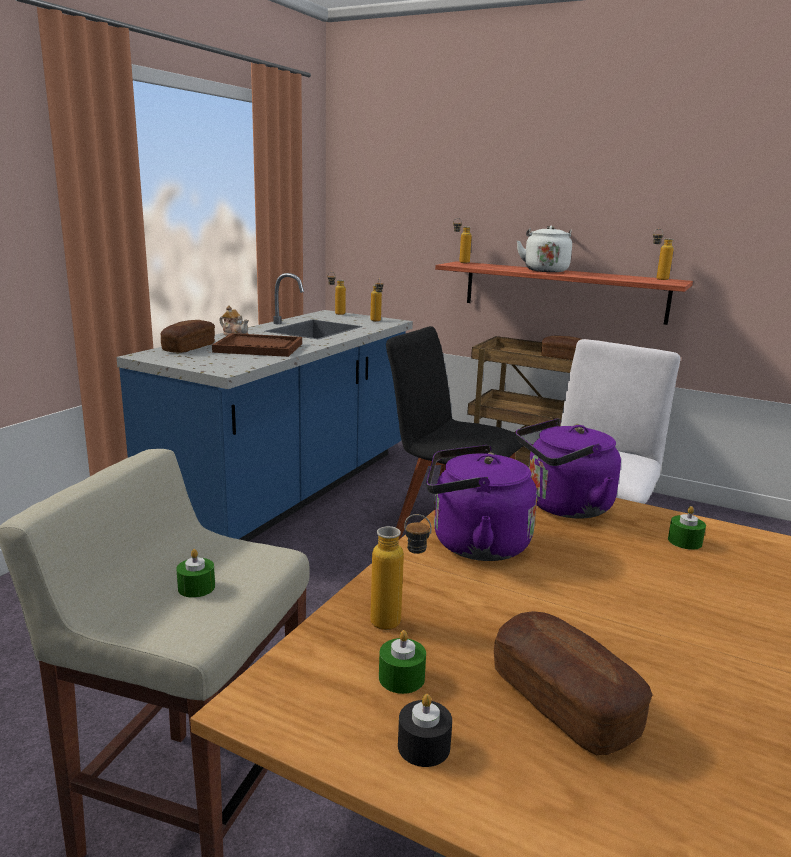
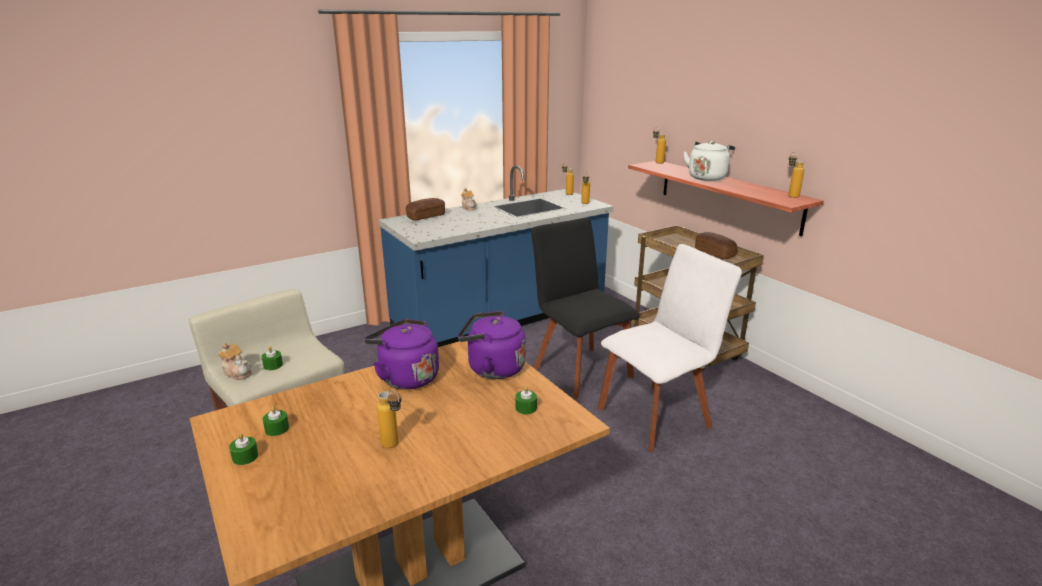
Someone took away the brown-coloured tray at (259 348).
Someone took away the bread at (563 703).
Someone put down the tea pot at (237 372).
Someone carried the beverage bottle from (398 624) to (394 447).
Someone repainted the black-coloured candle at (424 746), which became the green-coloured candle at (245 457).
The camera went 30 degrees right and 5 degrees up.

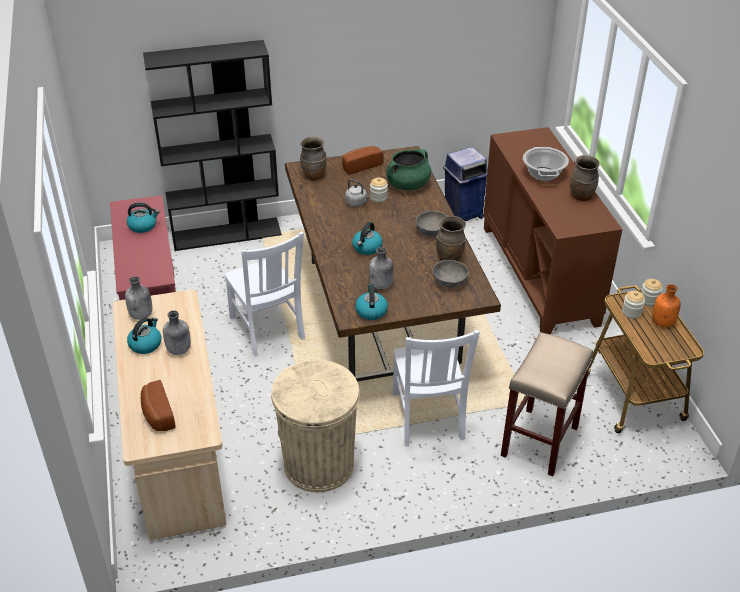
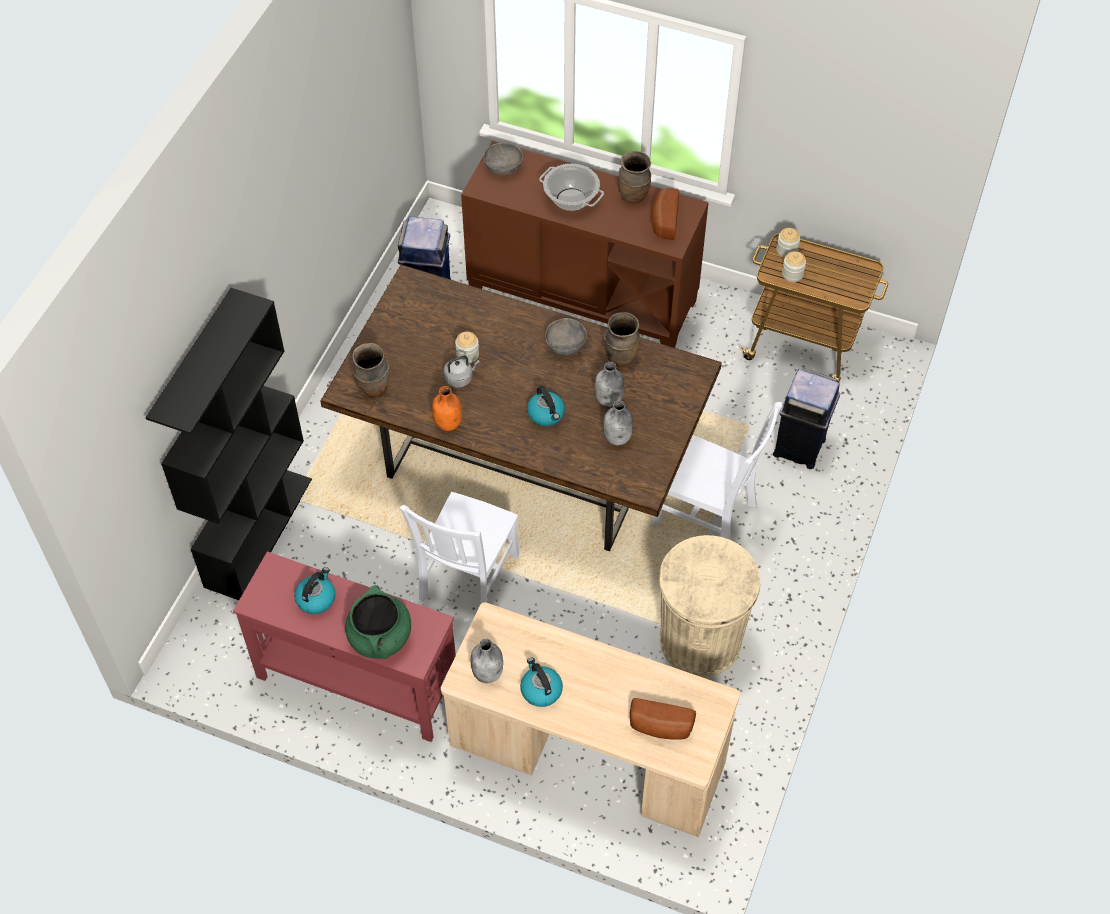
Someone took away the tea kettle at (371 311).
Someone carried the gray beverage bottle from (179 350) to (609 399).
Someone carried the bread from (360 165) to (663 221).
Someone carried the green-coloured saucepot from (408 185) to (380 637).
Someone carried the gray bowl from (449 282) to (503 167).
Someone carried the orangey beverage bottle from (663 323) to (448 423).
Someone swapped the sand-coloured sitting stool at (539 440) for the bluish trash can at (800 447).
Someone rotated the white chair at (268 330) by 105 degrees clockwise.
The camera went 55 degrees left and 15 degrees up.

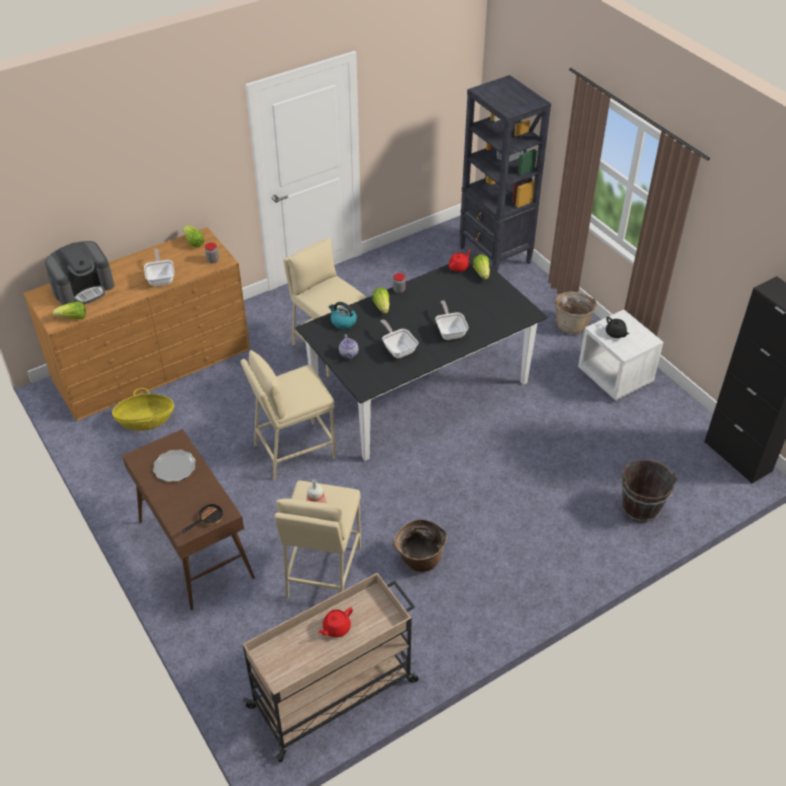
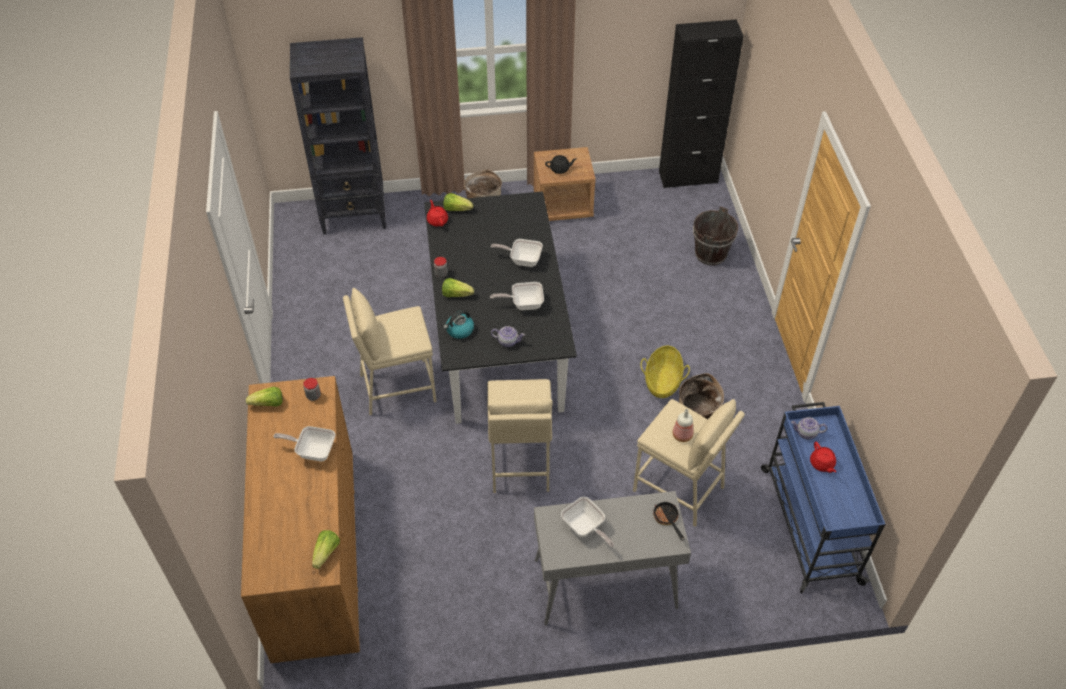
Someone took away the coffee brewer at (83 288).
Someone put down the tea pot at (806 433).
Someone carried the basket from (146 421) to (662 381).
Someone swapped the plate at (174 467) for the pan at (585 528).
Someone repainted the brown-coloured hall table at (195 549), which became the gray hall table at (604 584).
Someone repainted the sand-coloured cart at (335 693), which became the bluish cart at (809 523).
Someone repainted the white night table at (615 376), which became the brown-coloured night table at (563 205).
The camera went 65 degrees left and 5 degrees up.

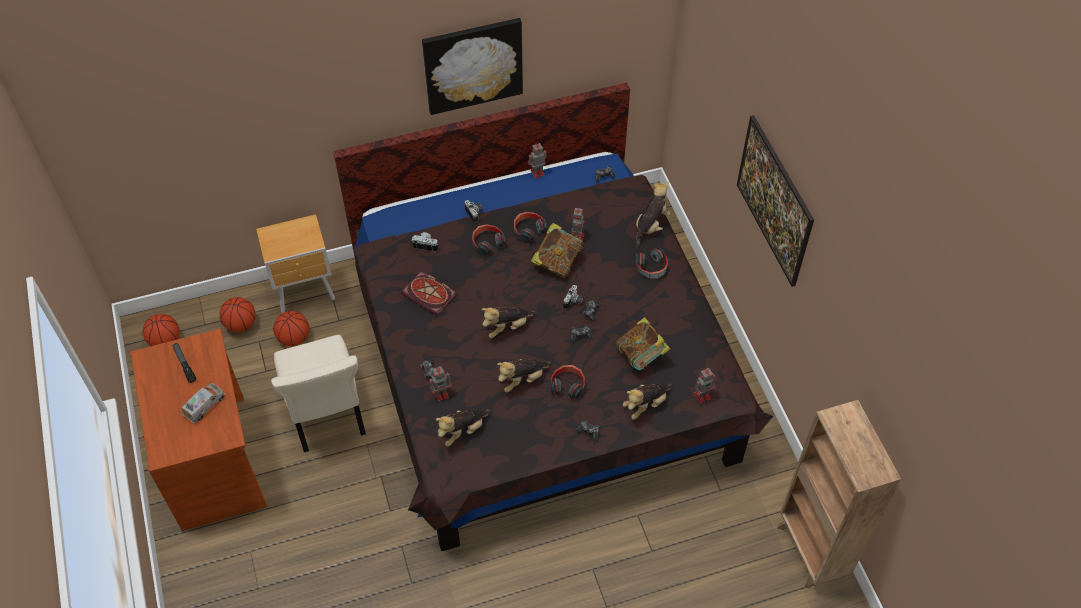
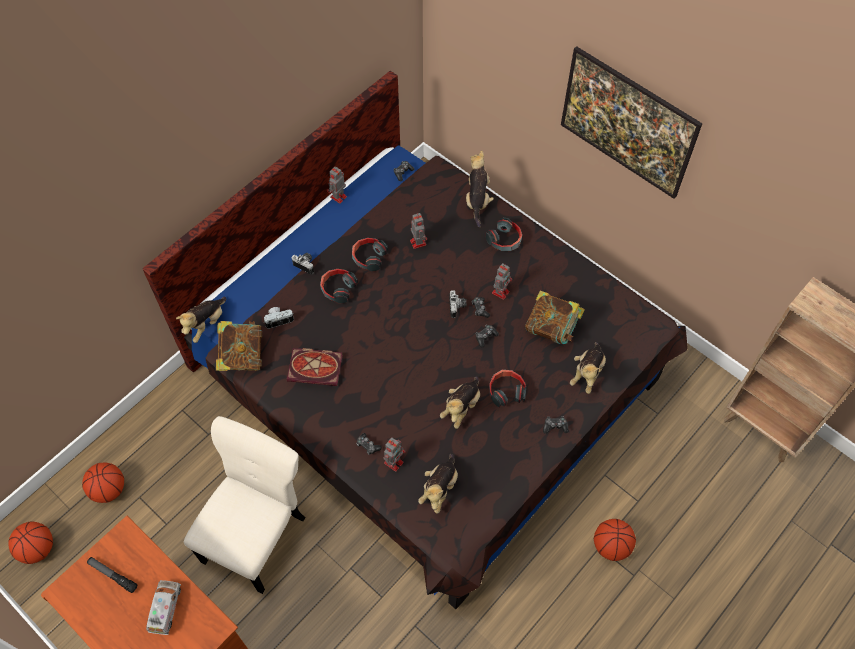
Someone took away the brown-coloured night table at (306 292).
Someone took away the wall picture at (473 65).
Someone carried the basketball ball from (294 338) to (611 546).
Someone carried the cuddly toy from (507 327) to (205 324).
Someone carried the bound book from (557 261) to (242 356).
Someone carried the model robot from (703 395) to (501 291).
Someone rotated the sand-coloured chair at (326 415) by 105 degrees counterclockwise.
The camera went 30 degrees left and 5 degrees up.

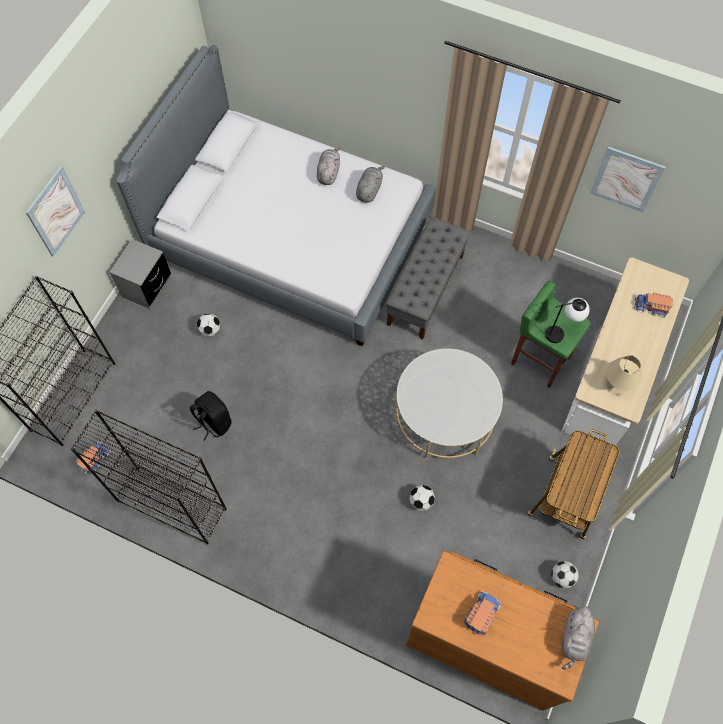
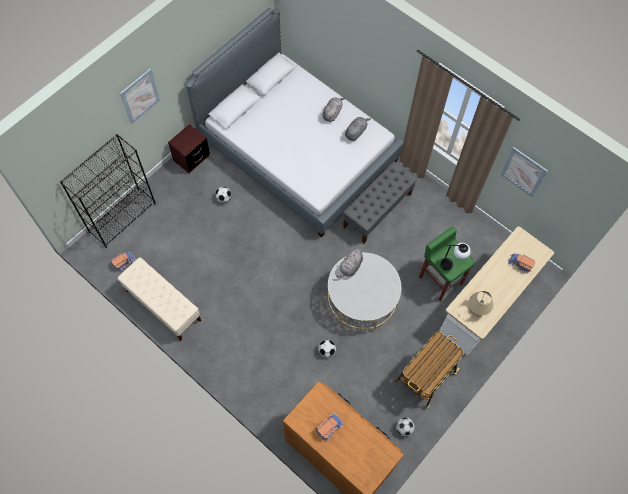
Someone took away the black-coloured knapsack at (213 422).
Someone carried the gray cuddly toy from (575 638) to (350 267).
Someone swapped the black-coloured bookshelf at (171 505) for the sand-coloured long seat at (163 305).
Someone repainted the gray night table at (147 287), which became the brown-coloured night table at (191 158).
The camera went 15 degrees right and 0 degrees up.

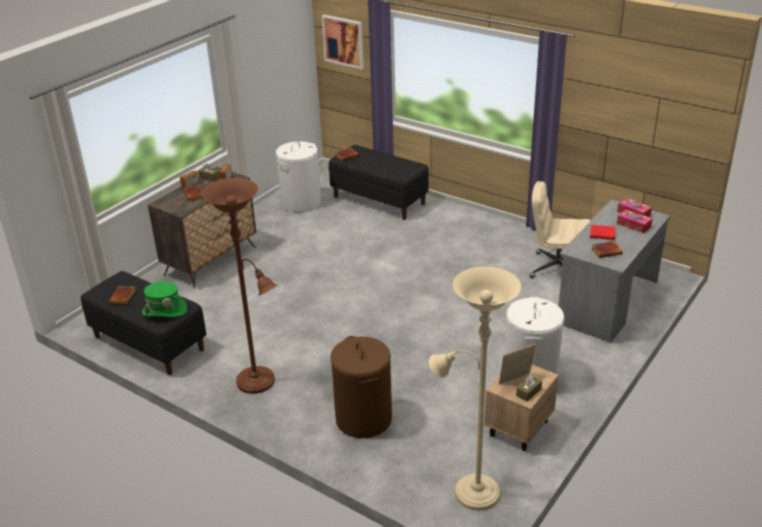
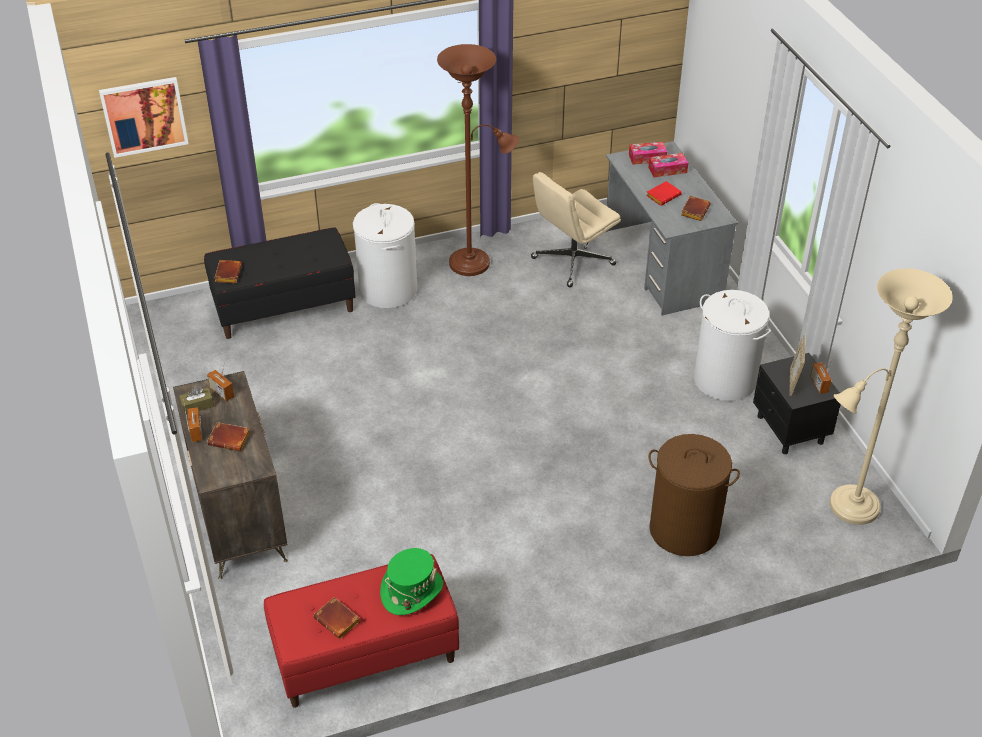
Someone carried the brown-coloured standing lamp from (259 383) to (475 262).
Someone carried the white laundry basket from (301 202) to (387 290).
Someone swapped the brown-coloured tissue box at (528 392) for the radio receiver at (819 384).
Someone repainted the black-coloured long seat at (148 343), which became the red long seat at (365 656).
Someone repainted the sand-coloured night table at (518 428), which became the black-coloured night table at (790 430).
The camera went 55 degrees left and 10 degrees up.

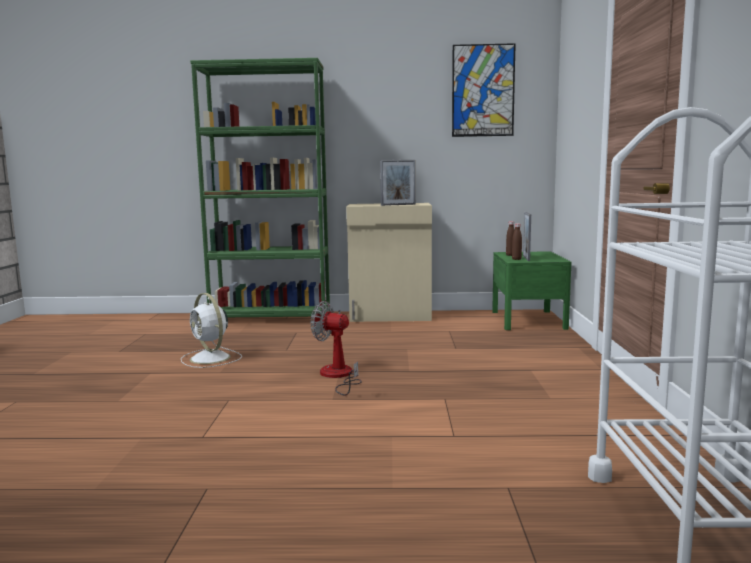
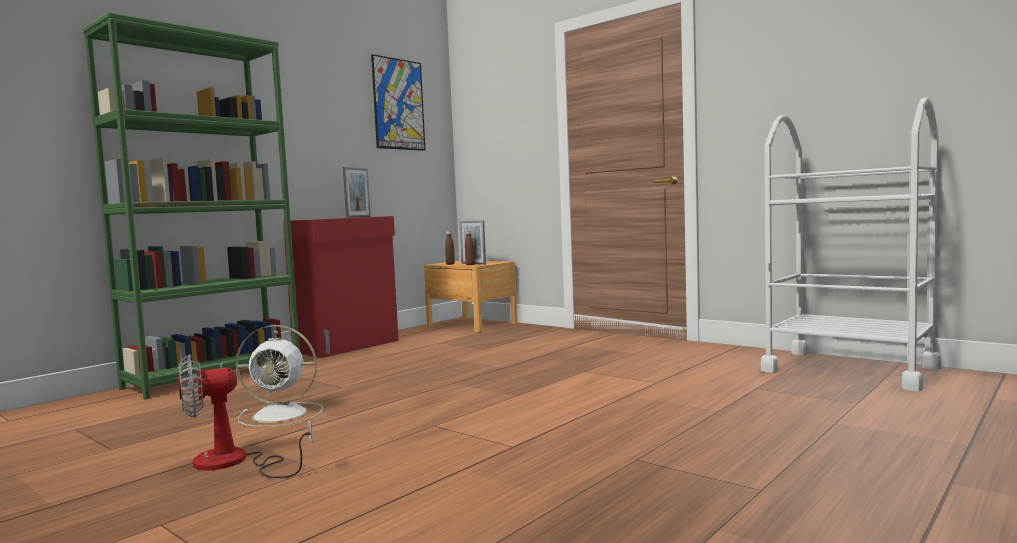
Someone carried the electric fan from (338 376) to (234 463).
Someone repainted the sand-coloured cabinet at (391 316), which became the red cabinet at (348 346).
Someone repainted the green-coloured night table at (528 320), which became the brown-coloured night table at (472 324).
The camera went 50 degrees left and 5 degrees down.

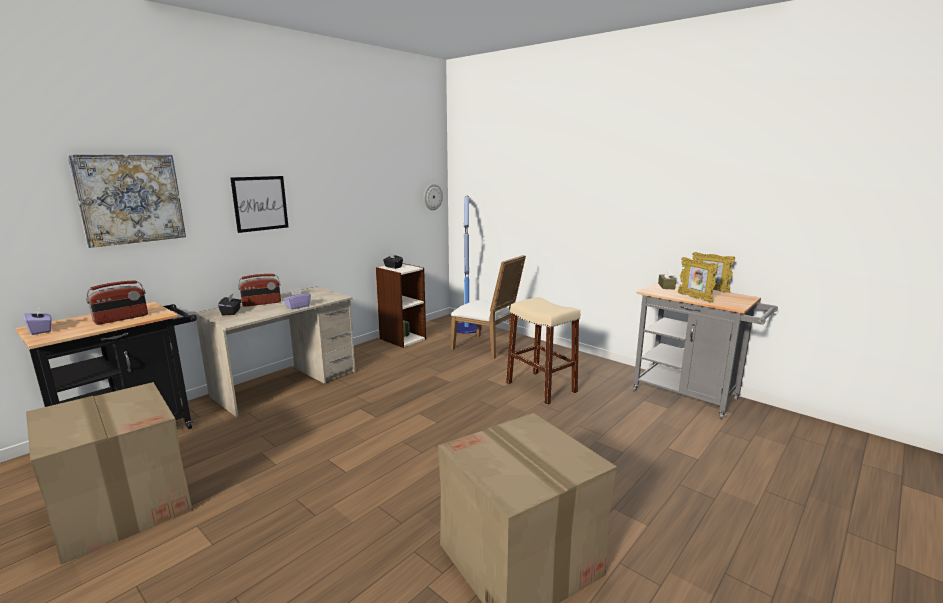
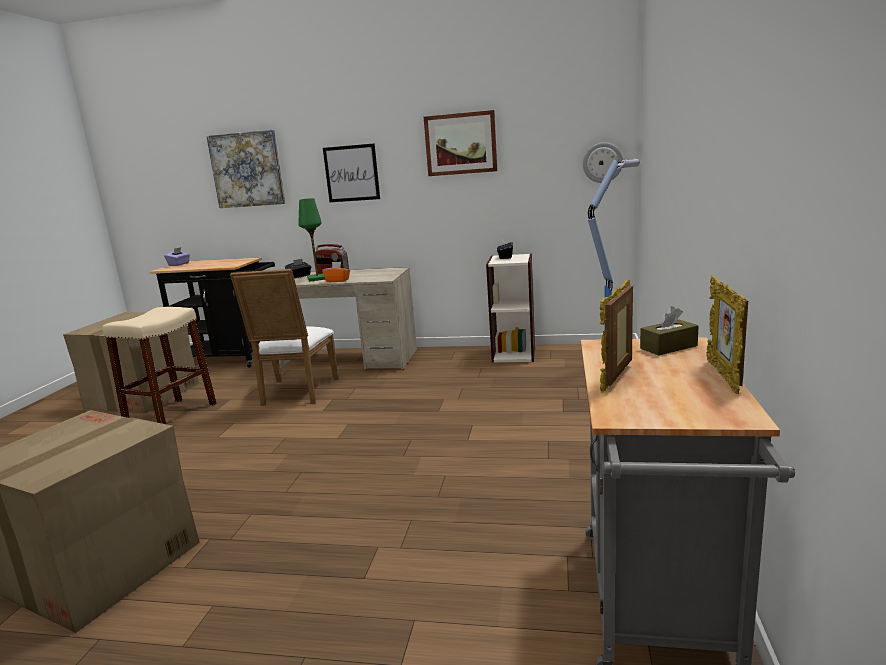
Someone took away the radio receiver at (121 319).
Someone put down the green-coloured lamp for a table at (317 278).
Someone put up the wall picture at (460 144).
Someone carried the white chair from (487 348) to (296 393).
Someone carried the sand-coloured sitting stool from (541 387) to (172 416).
Someone repainted the purplish tissue box at (298 306), which became the orangey tissue box at (337 280).
The camera went 60 degrees right and 0 degrees up.

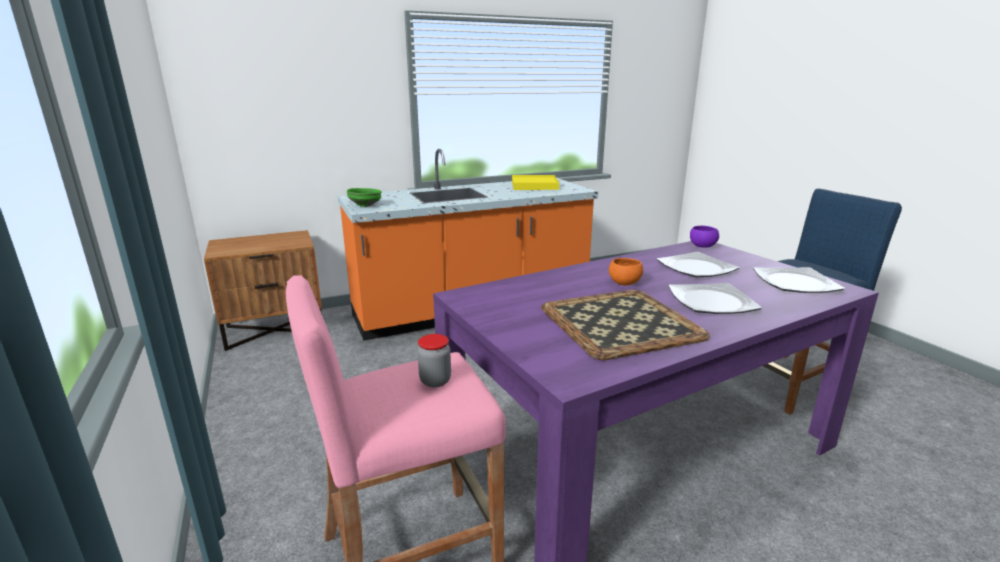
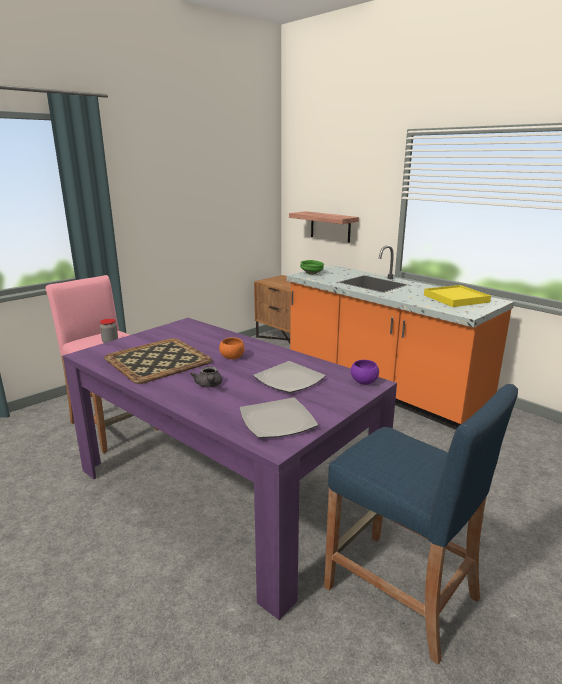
Someone put up the shelf at (330 226).
Someone swapped the plate at (712 301) for the gray tea pot at (209 385).
The camera went 70 degrees right and 0 degrees up.

